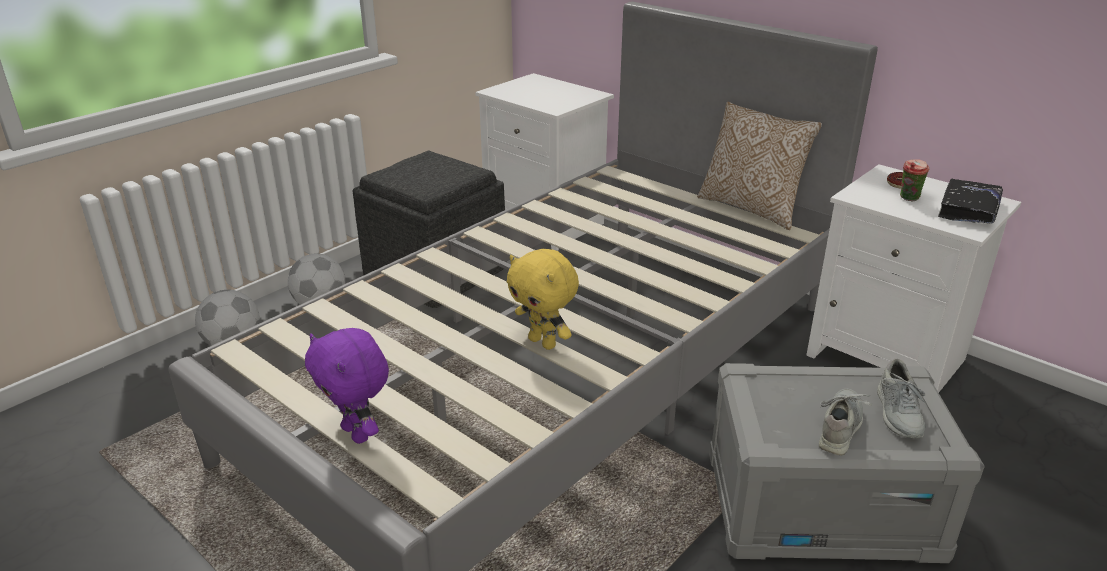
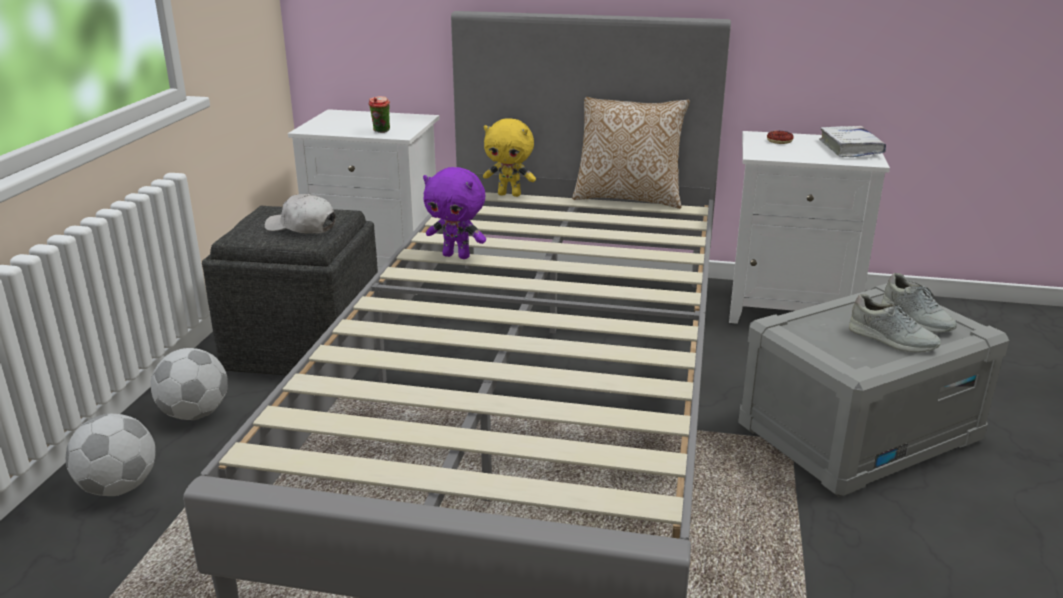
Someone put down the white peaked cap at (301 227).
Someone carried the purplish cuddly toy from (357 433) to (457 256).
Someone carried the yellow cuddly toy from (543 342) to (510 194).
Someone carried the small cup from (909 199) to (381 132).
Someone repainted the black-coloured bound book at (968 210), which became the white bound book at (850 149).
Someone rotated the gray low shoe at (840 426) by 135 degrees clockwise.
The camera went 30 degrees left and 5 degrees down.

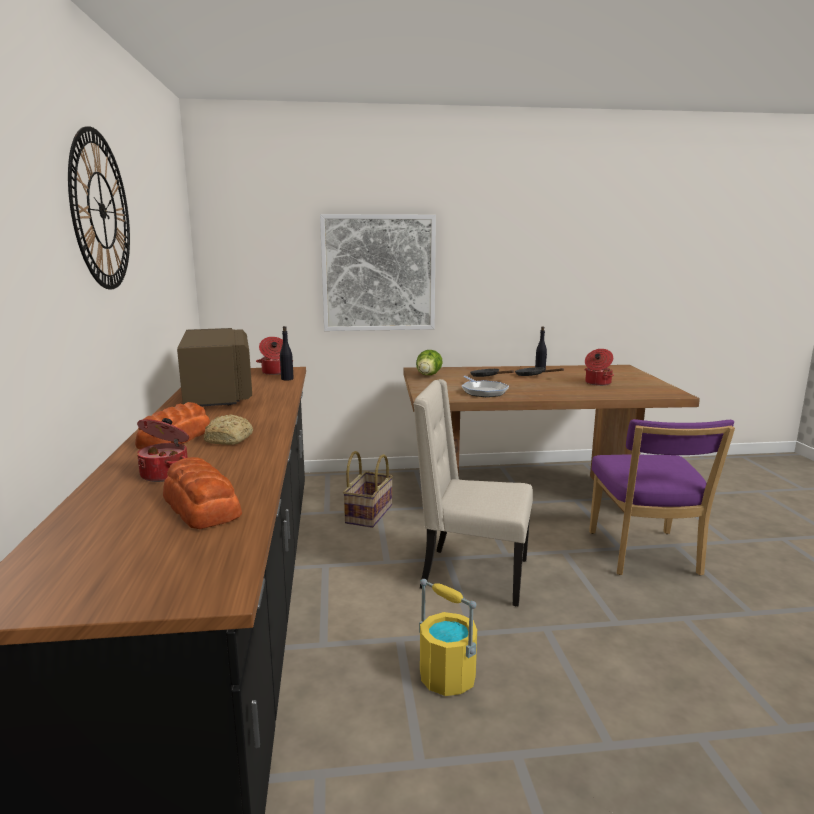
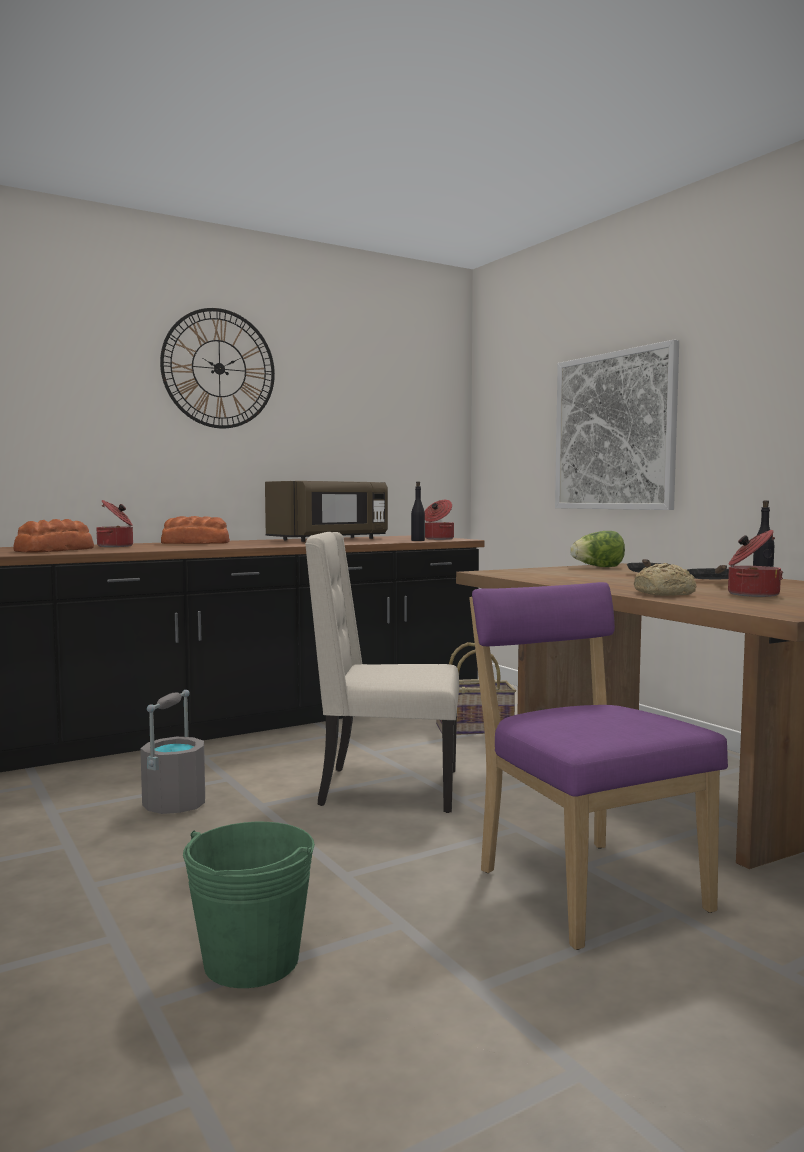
Someone took away the pan at (483 391).
Someone put down the green-coloured bucket at (251 961).
Someone carried the bread from (230 439) to (665 593).
Someone repainted the yellow bucket at (447 677), which became the gray bucket at (175 804).
Someone rotated the sand-coloured chair at (472 575) by 75 degrees counterclockwise.
Someone rotated the purplish chair at (645 556) by 90 degrees clockwise.
The camera went 65 degrees right and 10 degrees down.

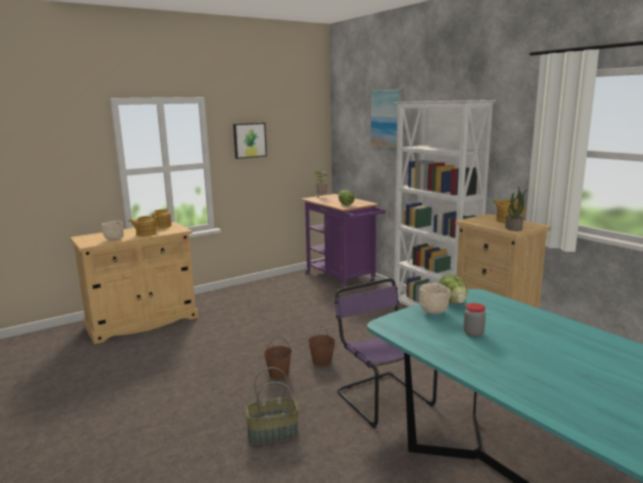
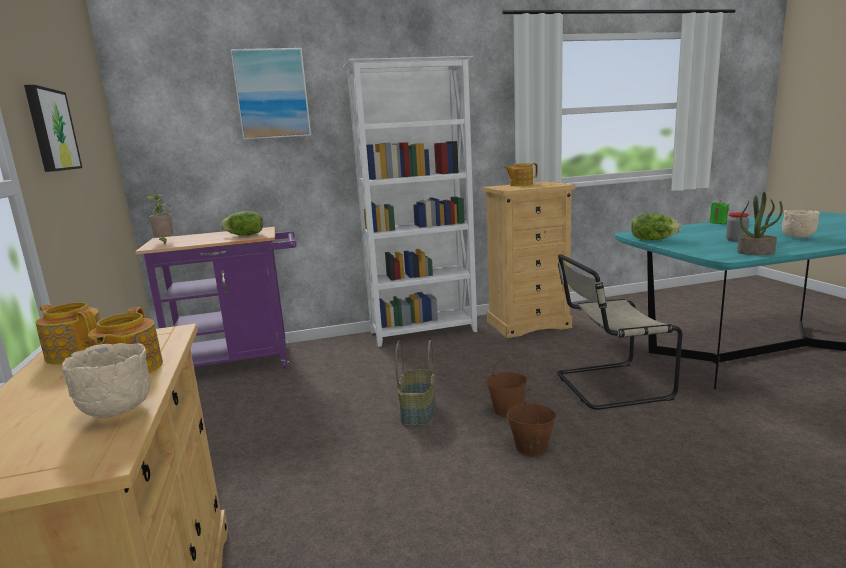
Someone put down the green-coloured candle at (718 222).
Someone carried the basket from (272 434) to (419 411).
Someone carried the sand-coloured bowl from (433 312) to (797 238).
Someone carried the plant in a pot from (514 228) to (756 252).
Someone repainted the purplish chair at (381 397), which became the sand-coloured chair at (608 386).
The camera went 70 degrees left and 0 degrees up.

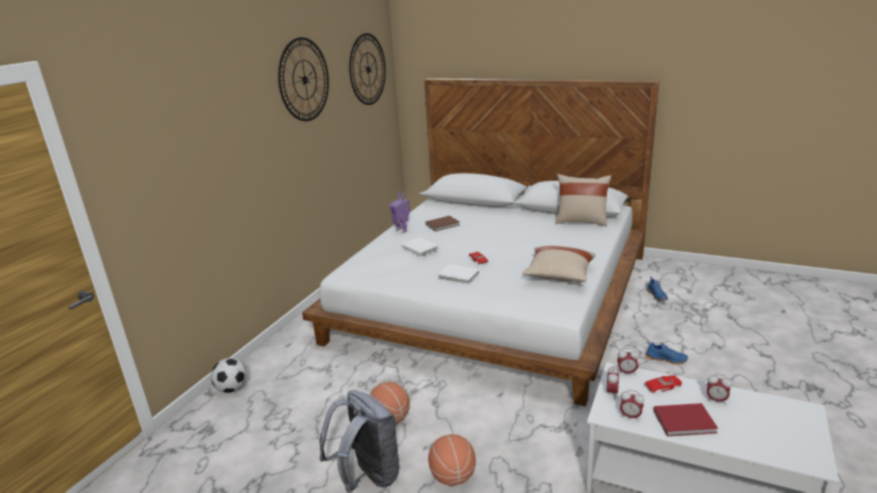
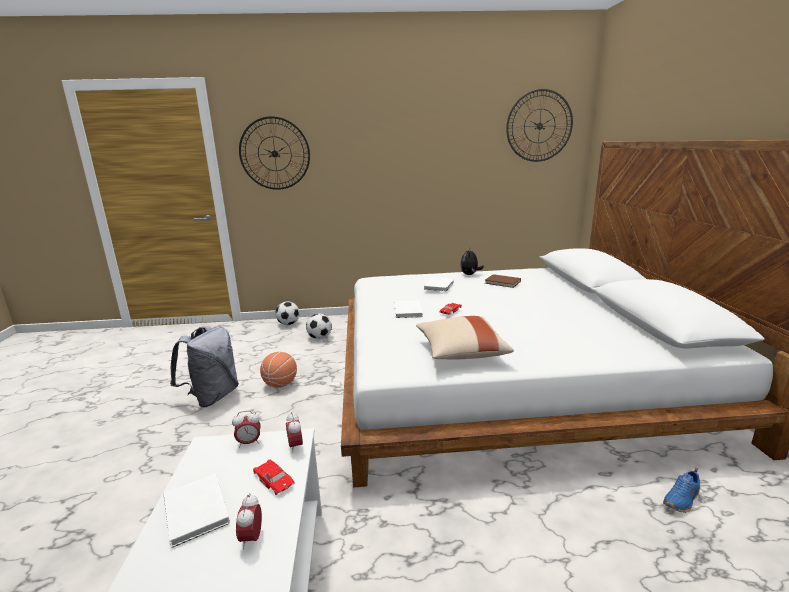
Someone took away the basketball ball at (453 476).
Someone took away the sand-coloured cushion at (581 221).
Someone took away the alarm clock at (630 416).
Someone took away the bluish low shoe at (666 359).
Someone put down the ball for football at (319 338).
Someone carried the wall clock from (304 80) to (274 153).
Someone swapped the model robot at (402 230) for the cuddly toy at (470 274).
Someone repainted the red bound book at (686 422), which became the white bound book at (195 513).
The camera went 60 degrees right and 5 degrees down.

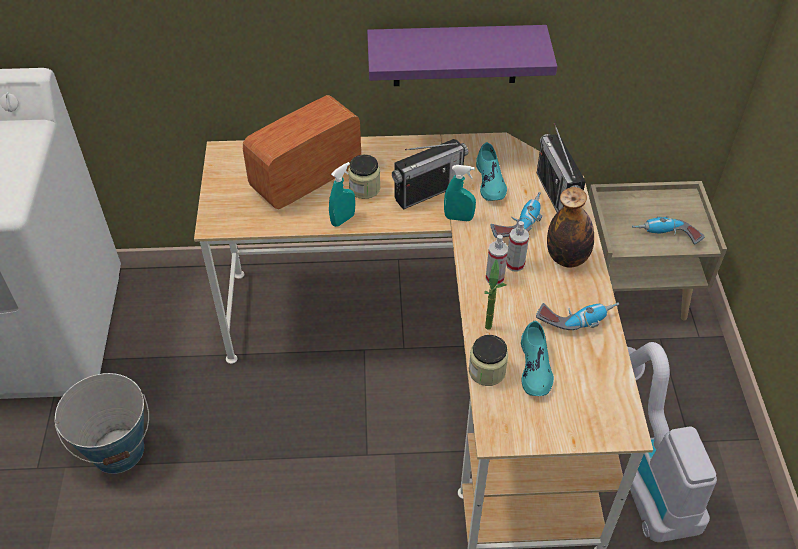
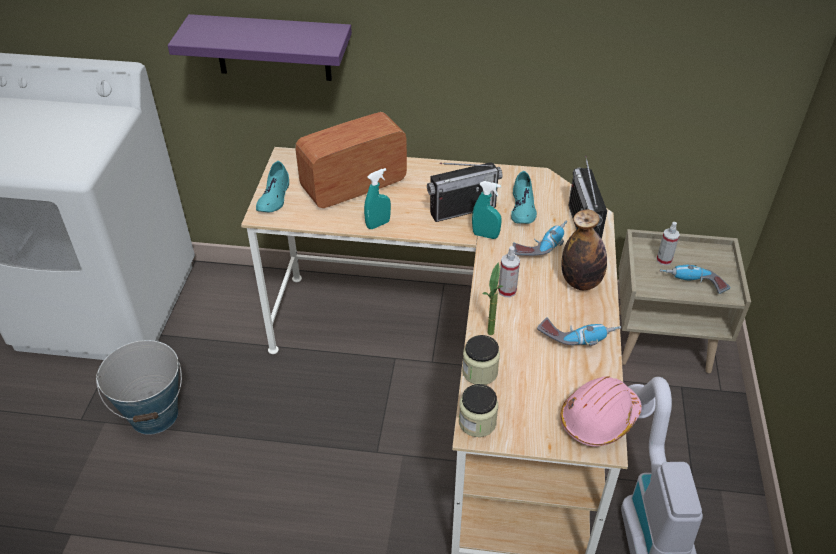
Someone put down the pinkish hard hat at (598 419).
Someone carried the storage jar from (364 188) to (477 422).
Someone carried the purplish shelf from (455 55) to (273 48).
Someone carried the sprayer from (515 264) to (664 260).
Someone carried the blue-green low shoe from (535 367) to (274 197).
The camera went 10 degrees right and 5 degrees down.

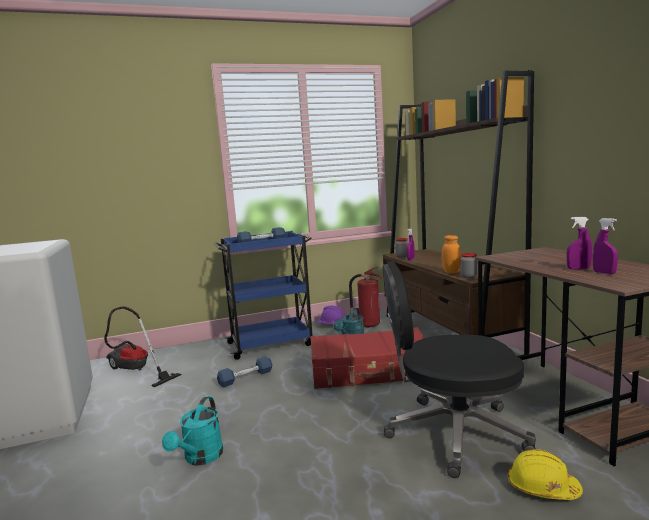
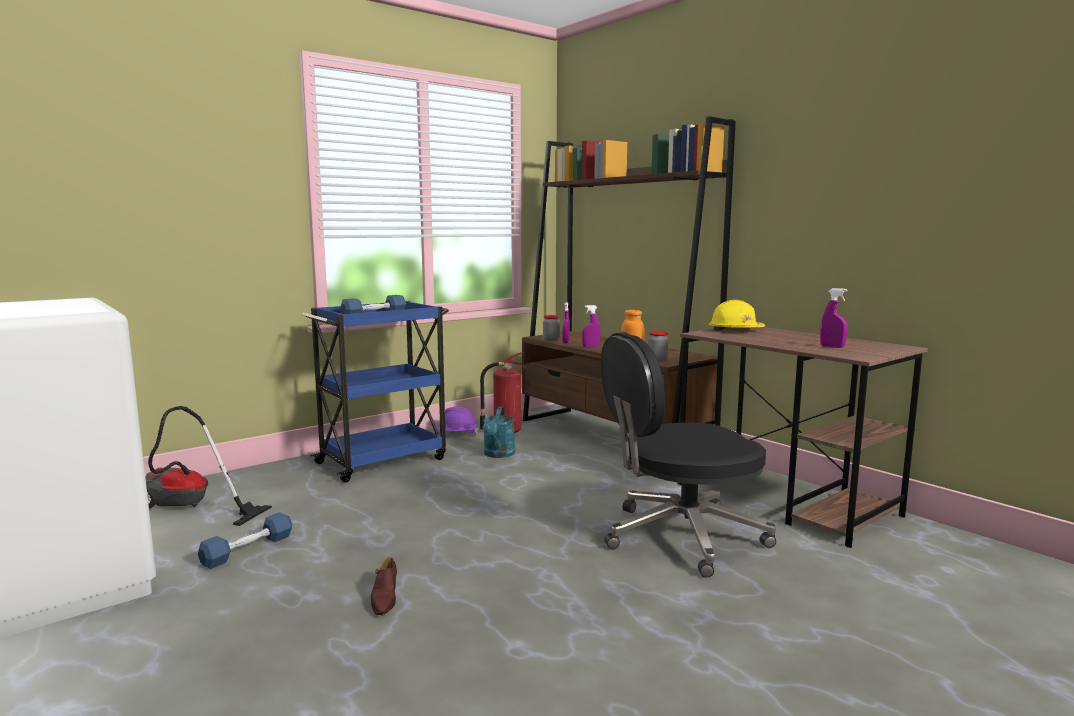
Someone took away the red piece of luggage at (370 371).
Someone carried the bluish hand weight from (245 378) to (247 550).
Someone carried the yellow hard hat from (542 488) to (735 330).
Someone carried the purplish sprayer from (578 269) to (591 347).
Someone swapped the blue-green watering pot at (200 458) for the brown-coloured low shoe at (384 598).
The camera went 20 degrees left and 0 degrees up.

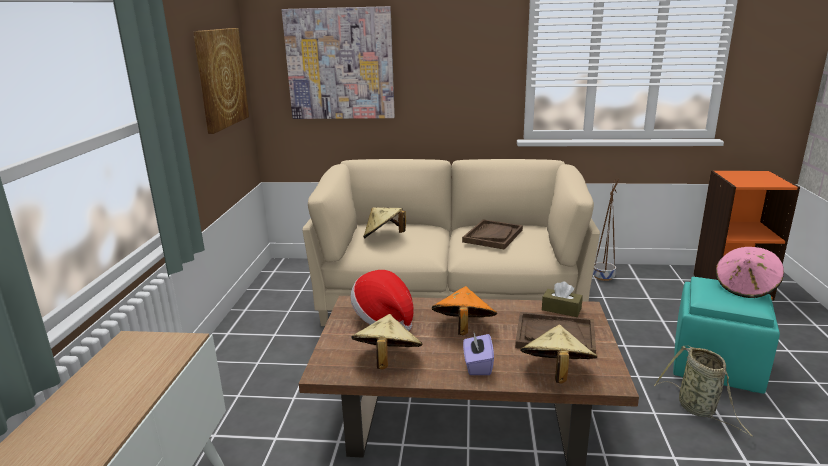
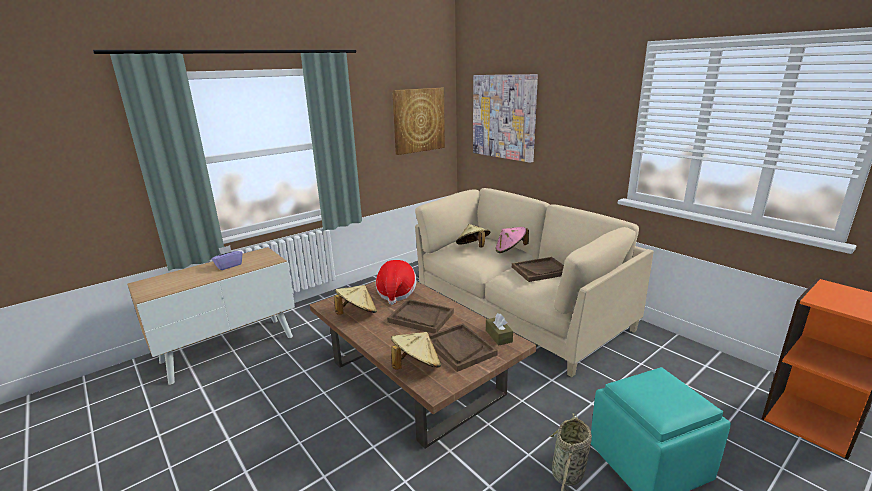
Someone took away the brown-coloured plant pot at (603 276).
Someone carried the purplish tissue box from (477 365) to (229 266).
Someone carried the pinkish clothing hat from (746 288) to (510 250).
Someone swapped the orangey clothing hat at (463 329) for the brown-coloured tray at (420 317).
The camera went 45 degrees right and 0 degrees up.

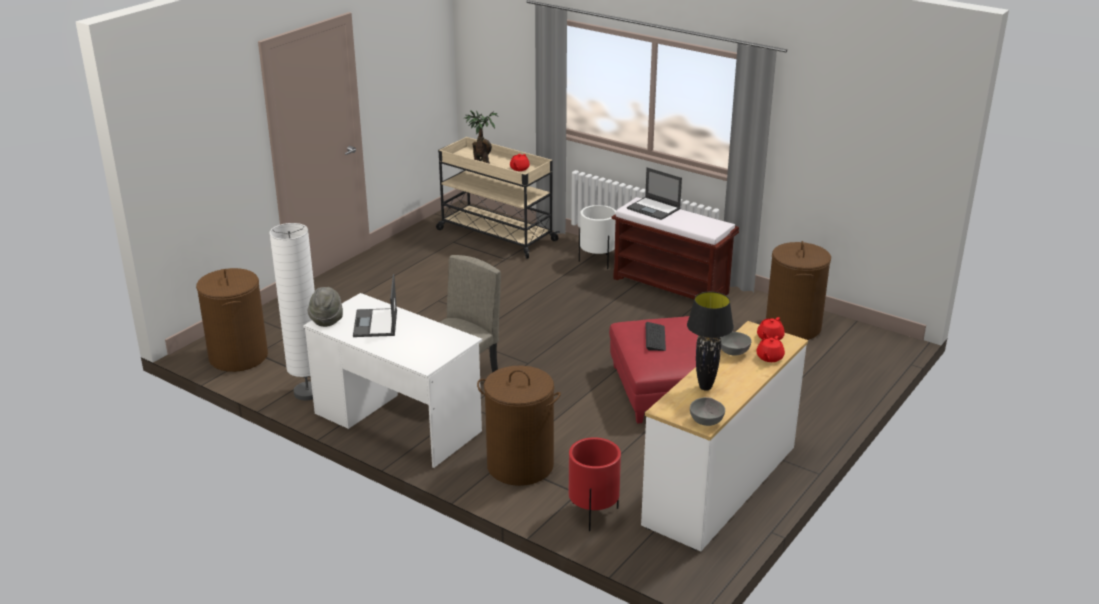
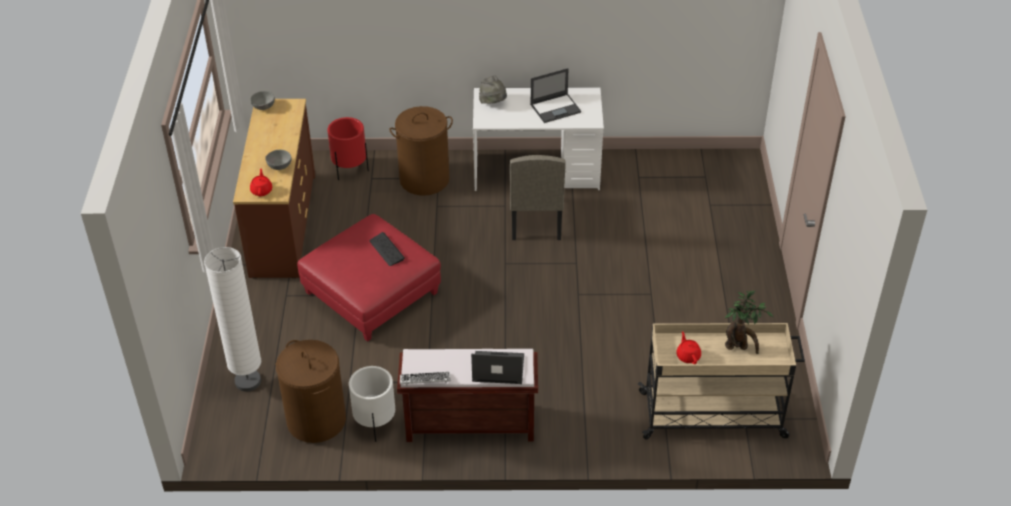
Someone took away the brown-coloured laundry basket at (238 356).
Someone took away the black-coloured lamp for a table at (706 387).
Someone took away the red tea pot at (769 357).
Someone put down the computer keyboard at (425 381).
Someone carried the white standing lamp from (307 393) to (248 381).
Someone carried the gray clothing hat from (326 319) to (493 103).
Someone carried the white plant pot from (597 261) to (375 424).
Someone repainted the white drawer chest at (721 485), which became the brown-coloured drawer chest at (282 224).
Someone rotated the notebook computer at (375 324) by 105 degrees clockwise.
The camera went 145 degrees right and 15 degrees up.

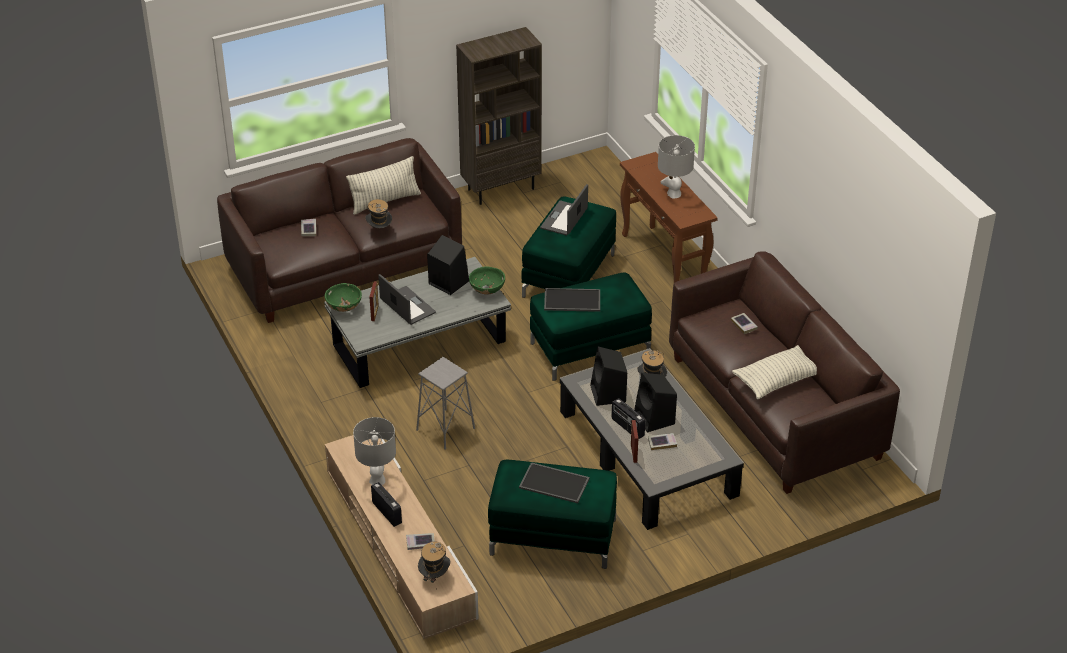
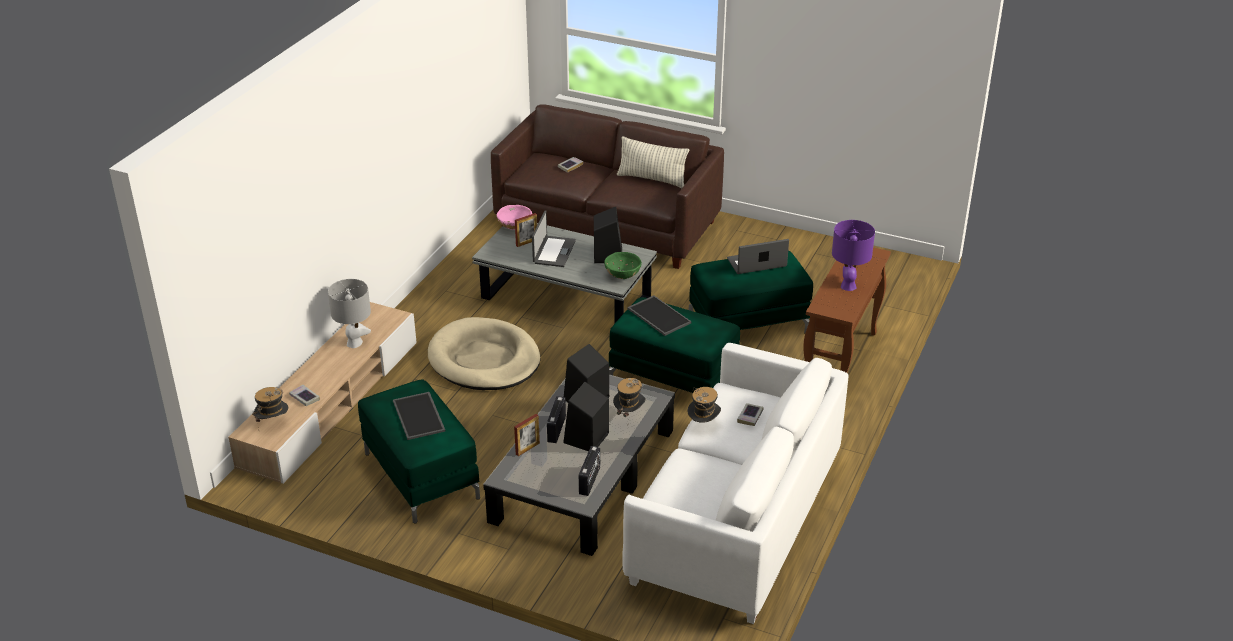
Someone took away the brown-coloured bookshelf at (501 188).
Someone took away the bound book at (662 443).
Someone took away the cushion at (778 380).
Someone carried the clothing hat from (379 231) to (703 425).
Someone carried the radio receiver from (387 513) to (590 481).
Someone swapped the gray sitting stool at (445 429) for the sand-coloured pet bed at (484 359).
Someone repainted the green-coloured bowl at (344 308), which became the pinkish bowl at (514 228).
Someone repainted the gray lamp for a table at (673 194), which became the purplish lamp for a table at (848 286).
Someone repainted the brown-coloured settee at (774 407), which became the white settee at (736 519).
The camera went 50 degrees right and 5 degrees down.

